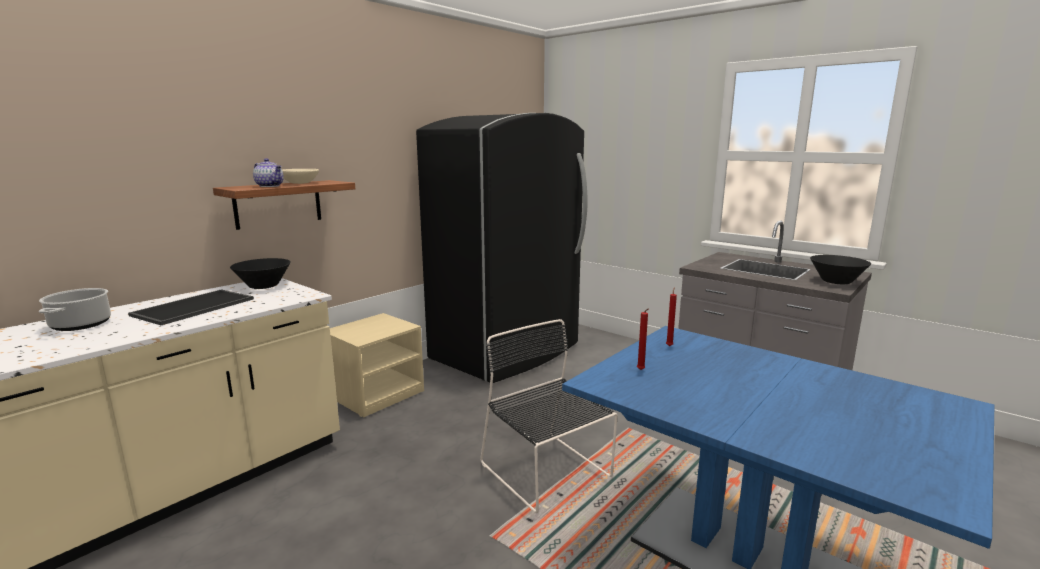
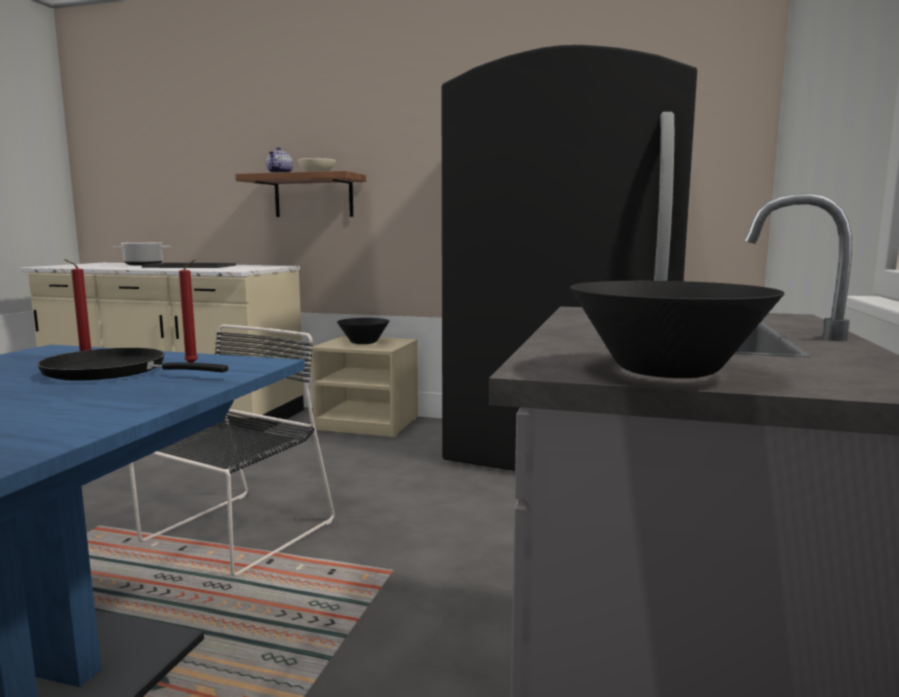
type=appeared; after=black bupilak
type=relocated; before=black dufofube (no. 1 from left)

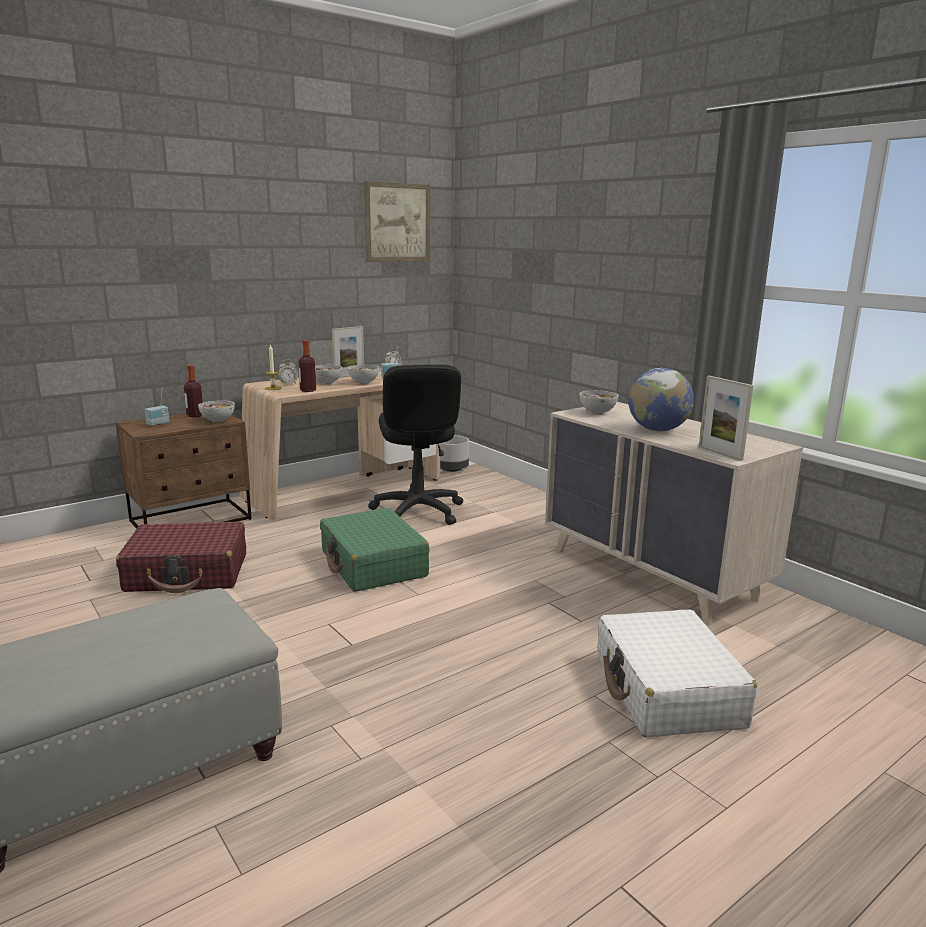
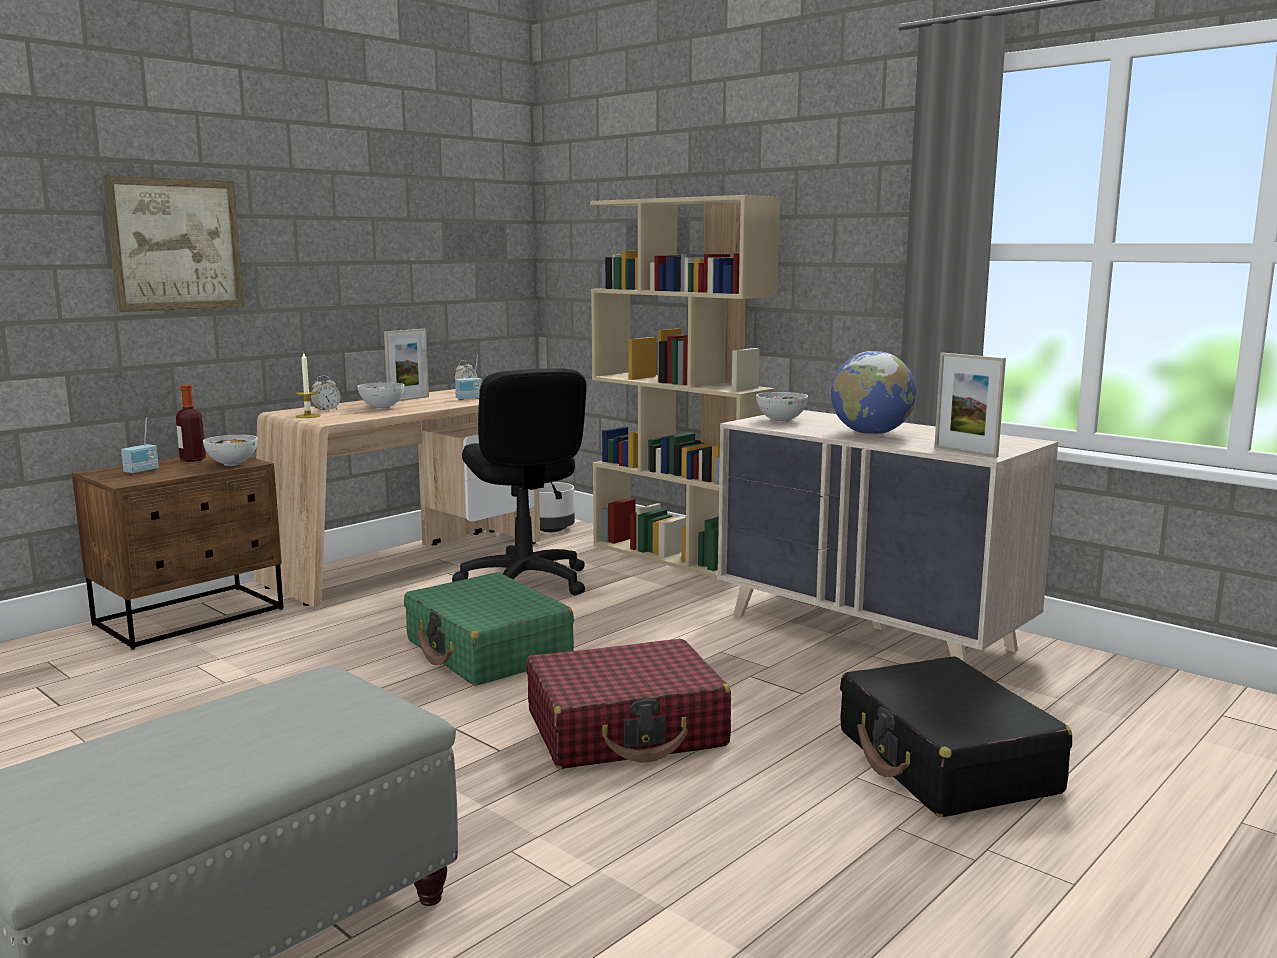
type=missing; before=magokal (no. 2 from left)
type=missing; before=dufofube (no. 3 from left)
type=appeared; after=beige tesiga
type=relocated; before=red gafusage
type=relocated; before=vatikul
type=colour; before=white gafusage; after=black gafusage

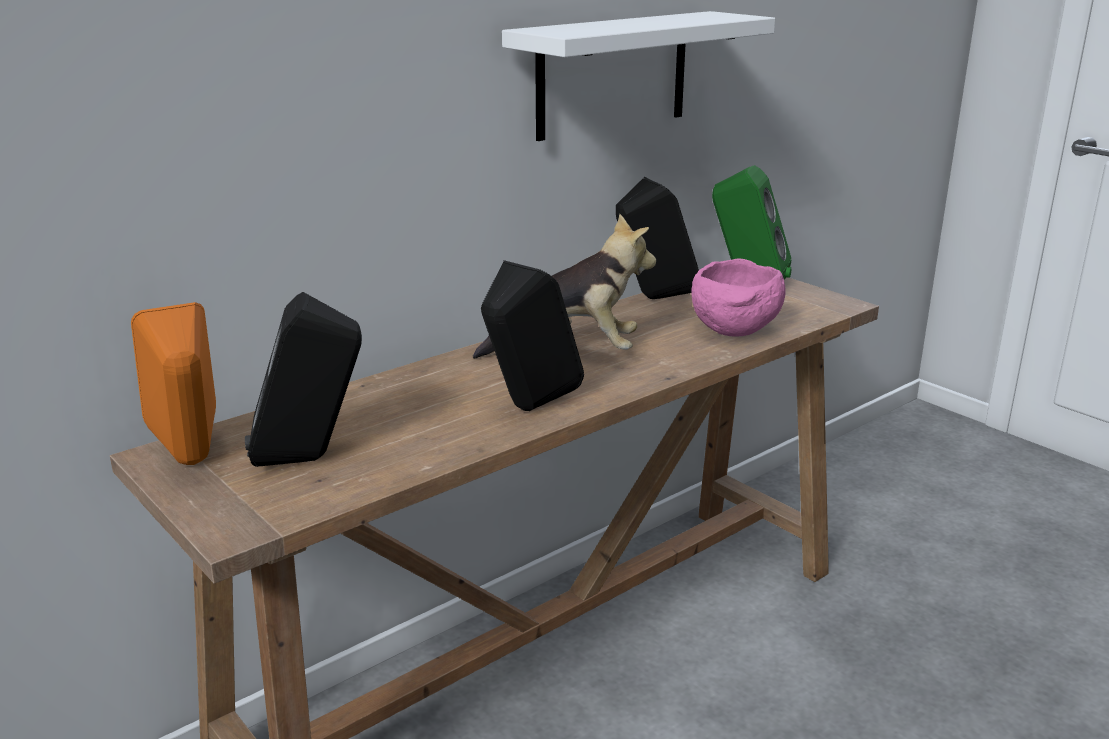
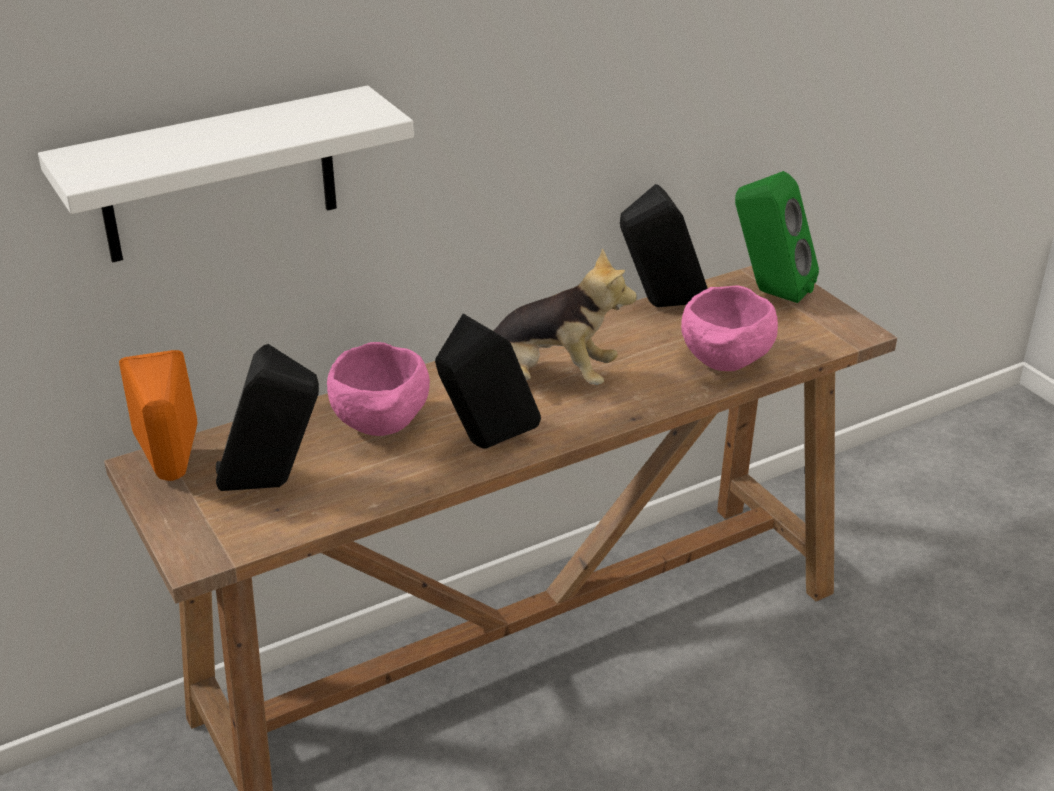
type=appeared; after=pink dufofube (no. 1 from left)
type=relocated; before=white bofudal

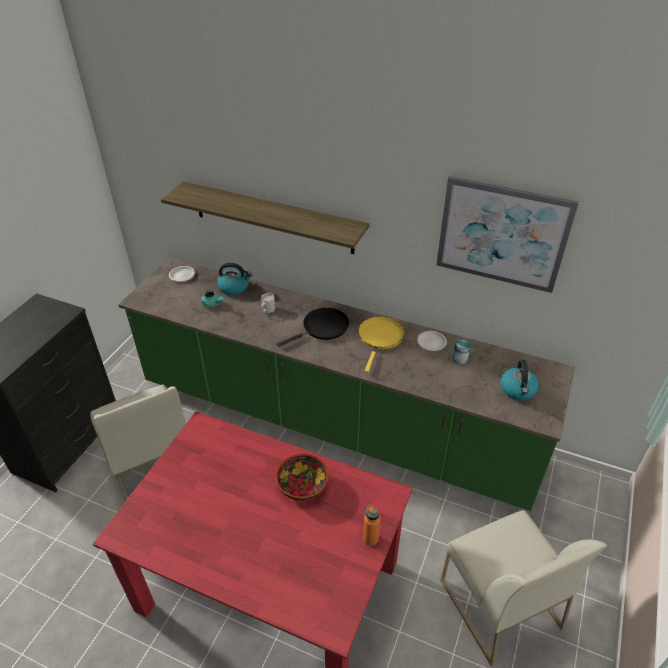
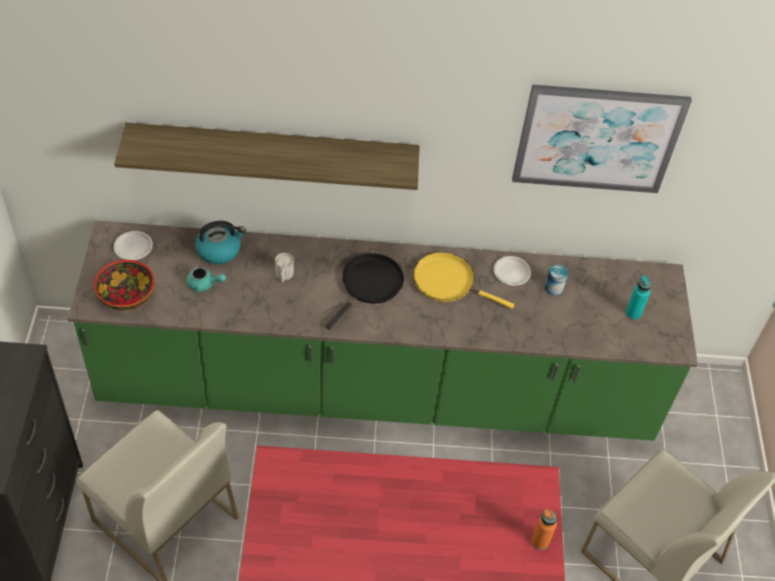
type=relocated; before=dufofube
type=exchanged; before=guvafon (no. 2 from left); after=turquoise magokal
type=spun; before=yellow bupilak; turn=-60

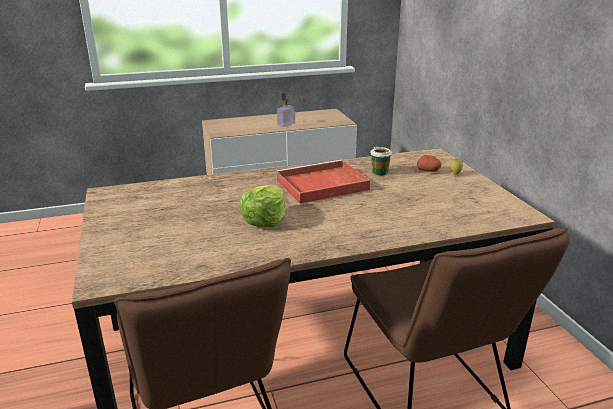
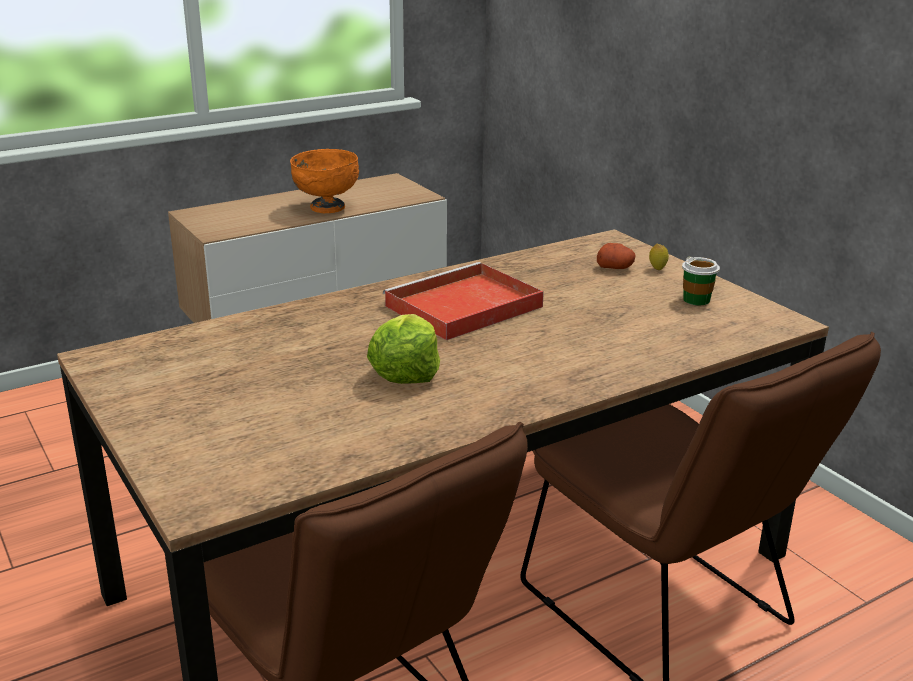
type=relocated; before=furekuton
type=exchanged; before=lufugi; after=orange dufofube

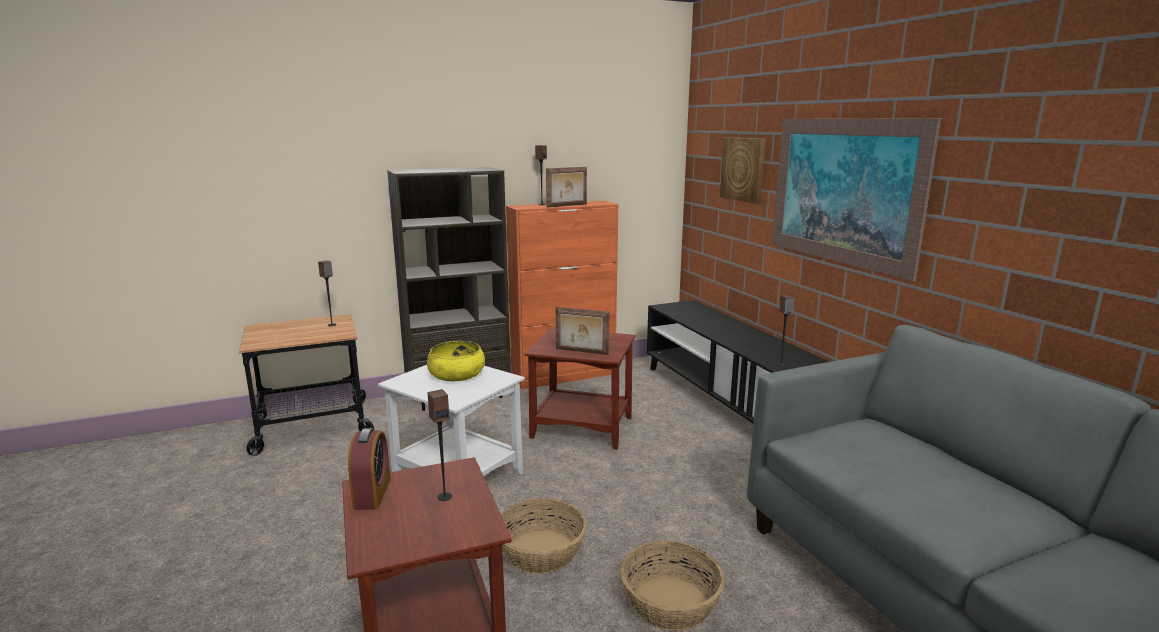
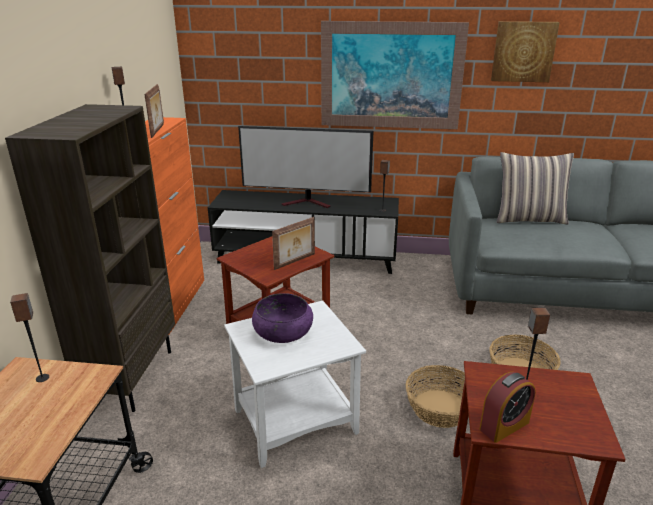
type=appeared; after=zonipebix
type=appeared; after=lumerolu
type=relocated; before=vatikul (no. 1 from left in the first image); after=vatikul (no. 2 from left)
type=colour; before=yellow dufofube; after=purple dufofube
type=spun; before=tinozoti; turn=120

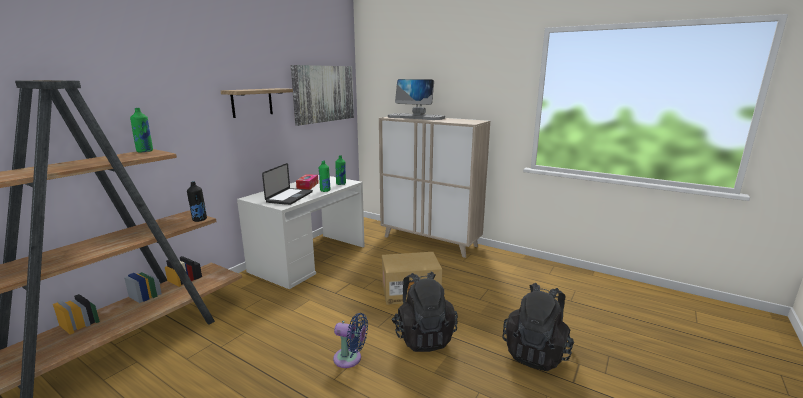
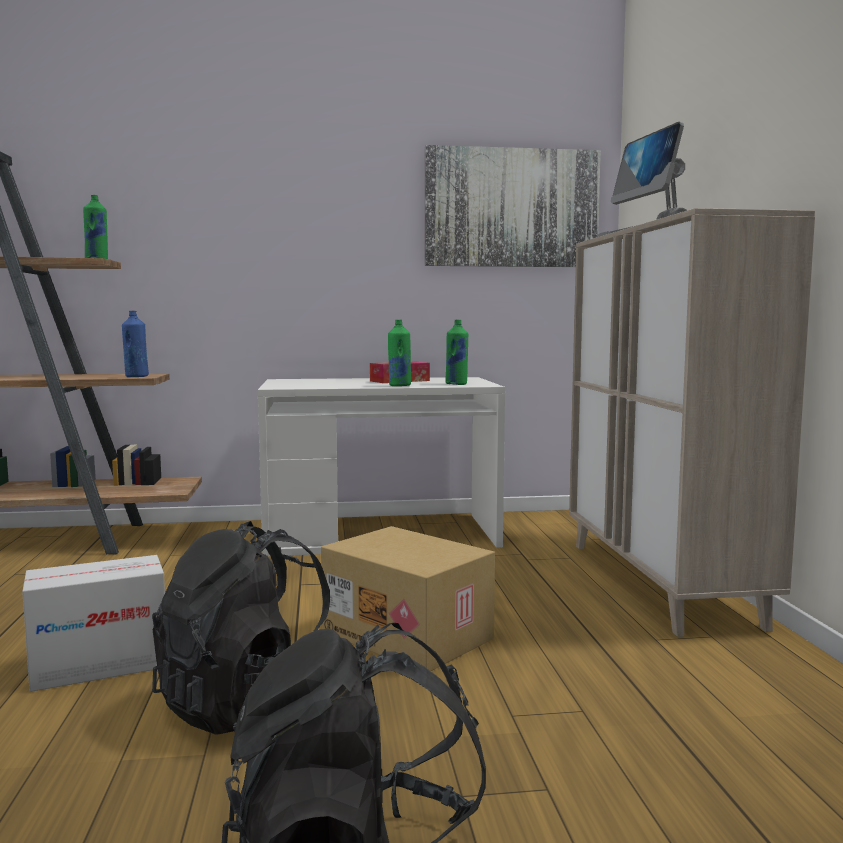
type=missing; before=bofudal
type=missing; before=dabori
type=exchanged; before=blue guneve; after=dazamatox (no. 1 from left)
type=colour; before=black magokal; after=blue magokal

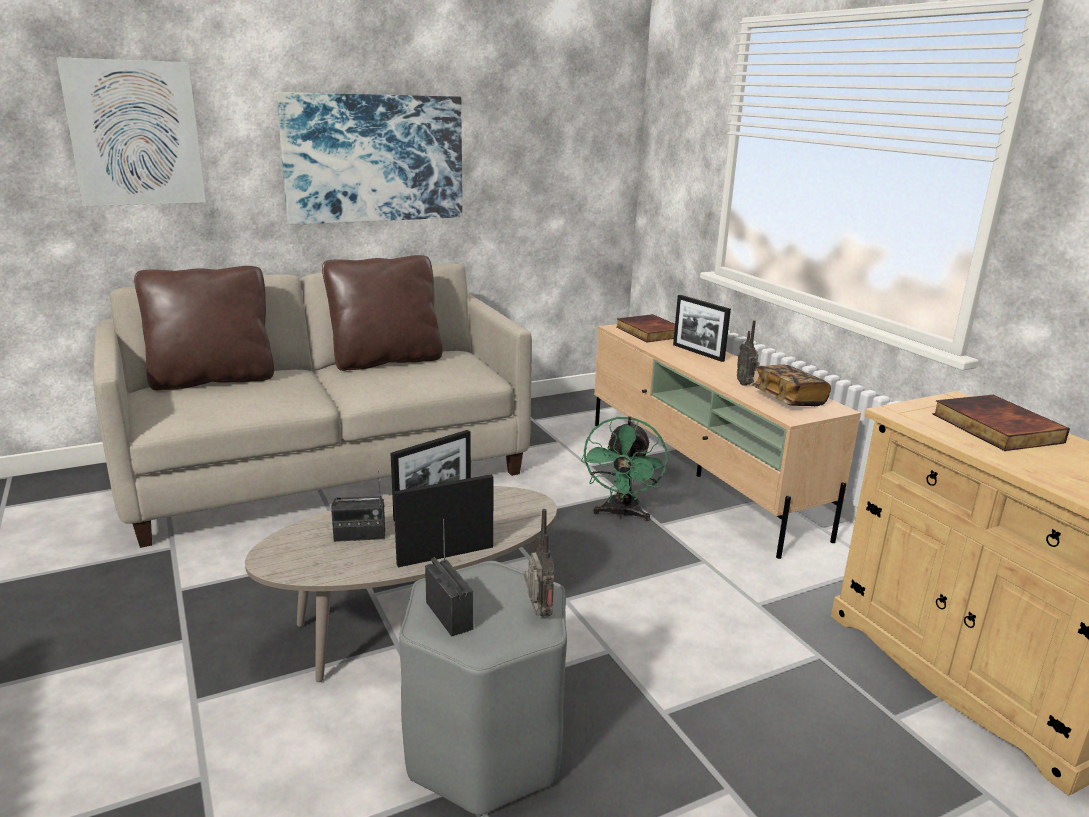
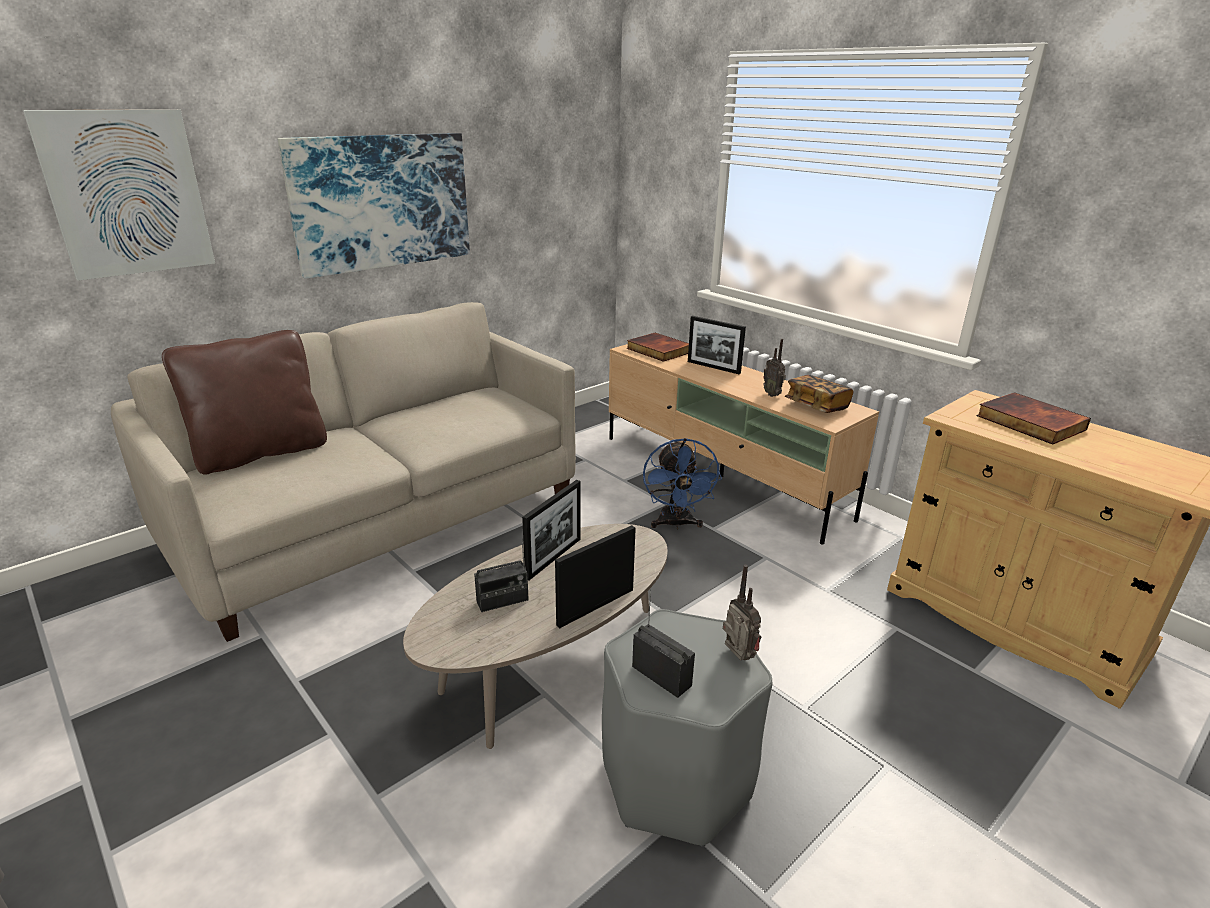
type=missing; before=brown lumerolu (no. 2 from left)
type=colour; before=green guneve; after=blue guneve

